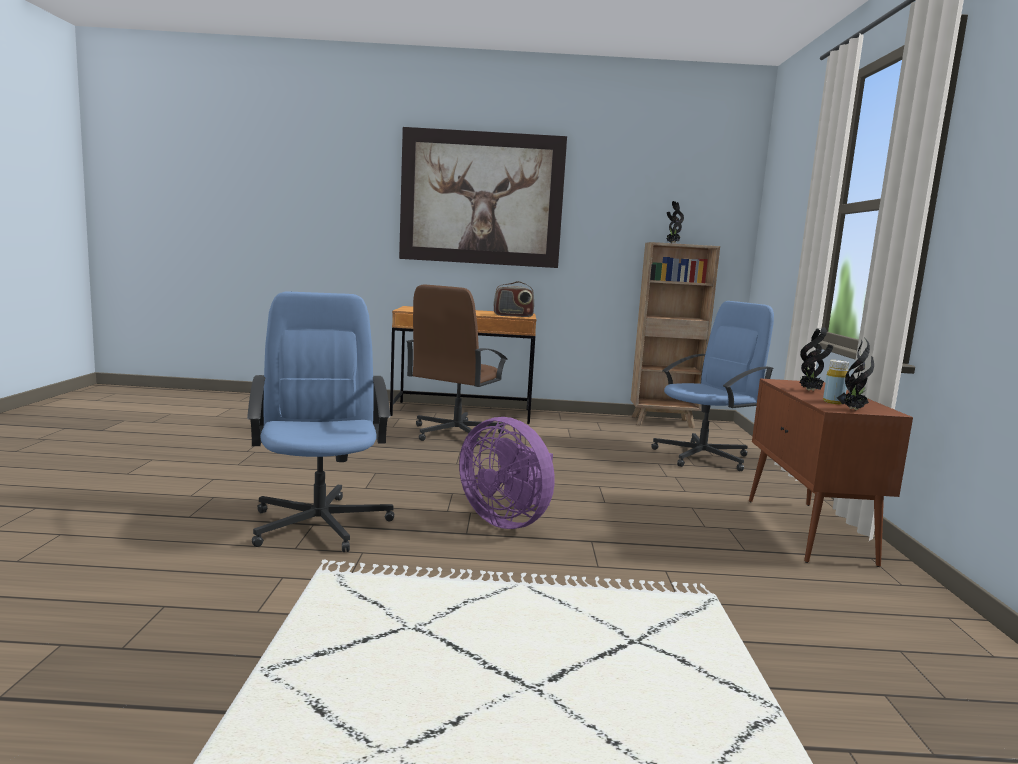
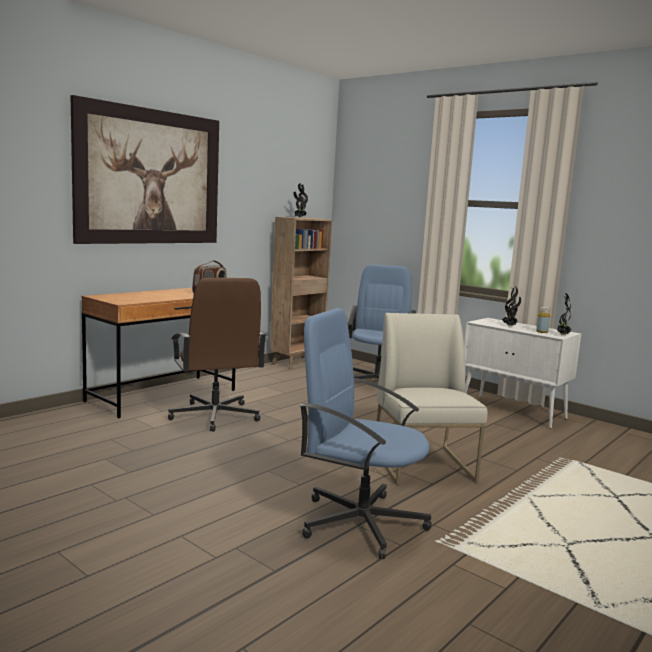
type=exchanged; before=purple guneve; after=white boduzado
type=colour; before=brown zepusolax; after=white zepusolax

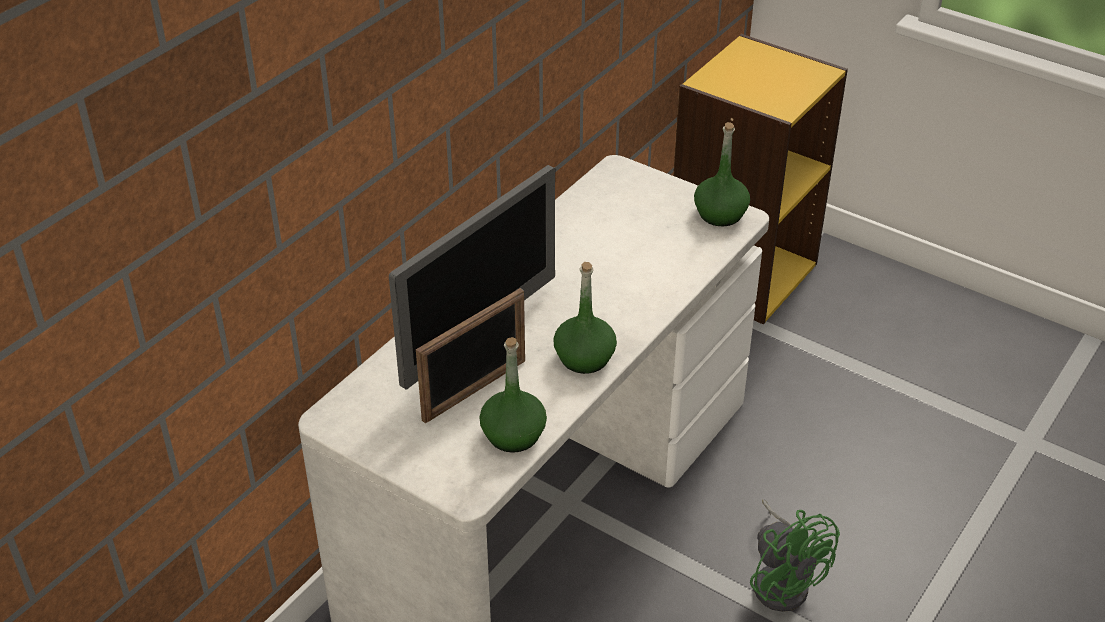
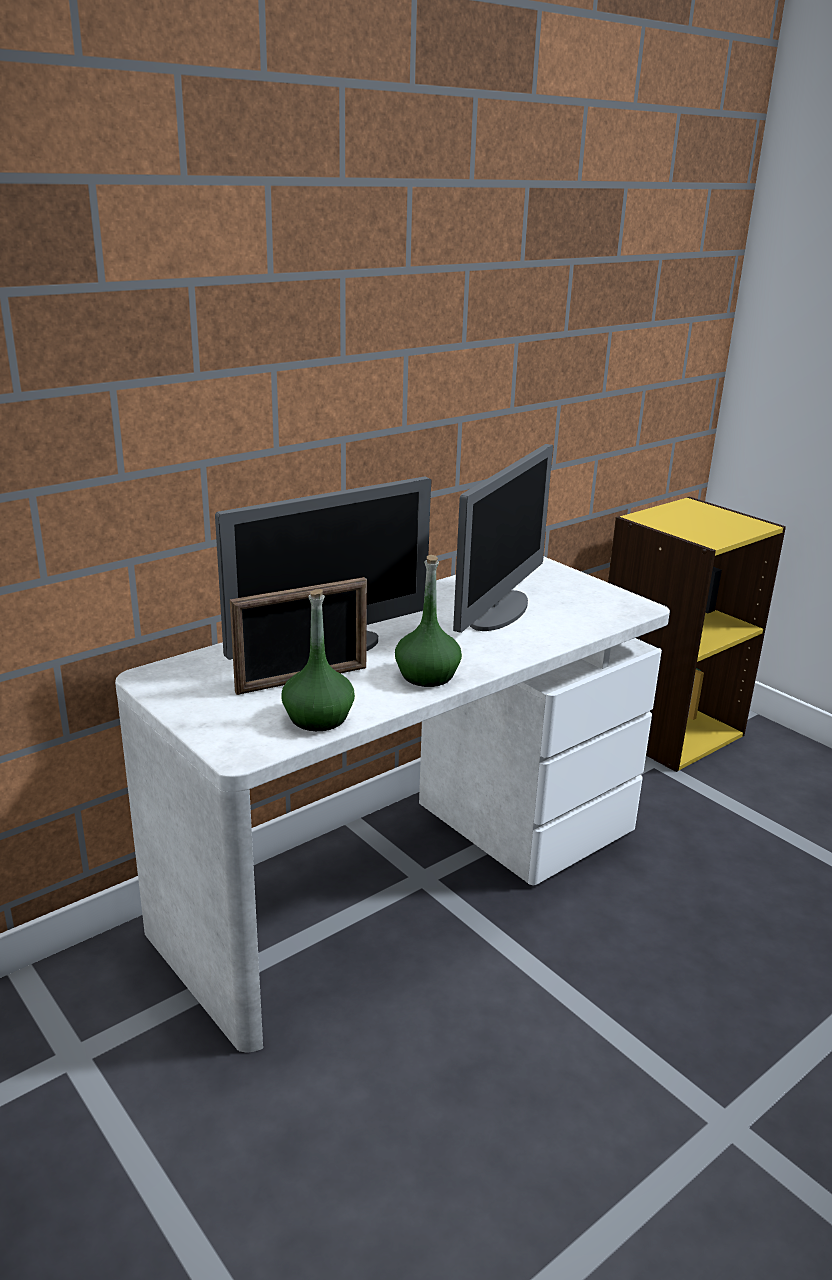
type=missing; before=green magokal (no. 3 from left)
type=missing; before=green guneve
type=appeared; after=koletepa (no. 2 from left)

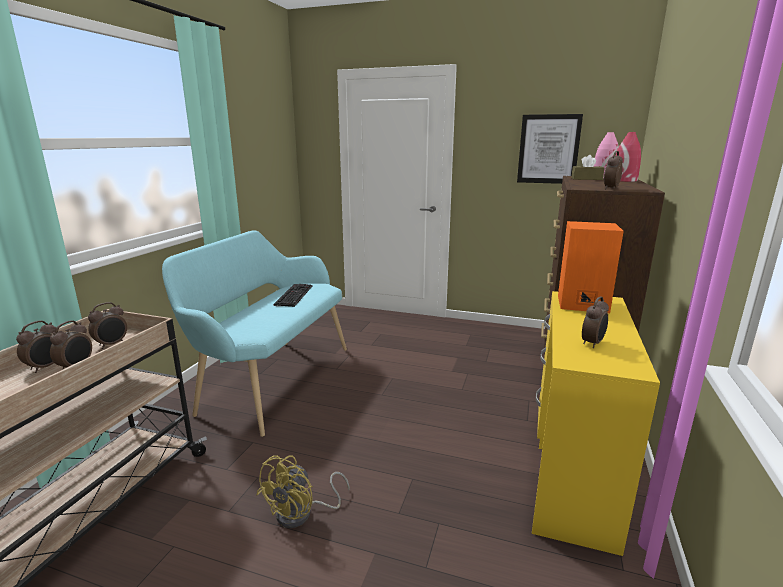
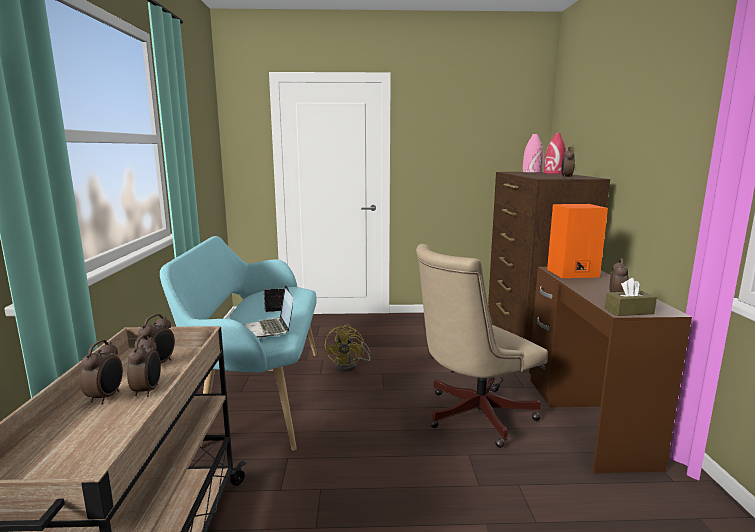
type=missing; before=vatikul
type=appeared; after=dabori
type=appeared; after=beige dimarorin
type=relocated; before=yellow guneve
type=relocated; before=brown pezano
type=colour; before=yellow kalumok; after=brown kalumok

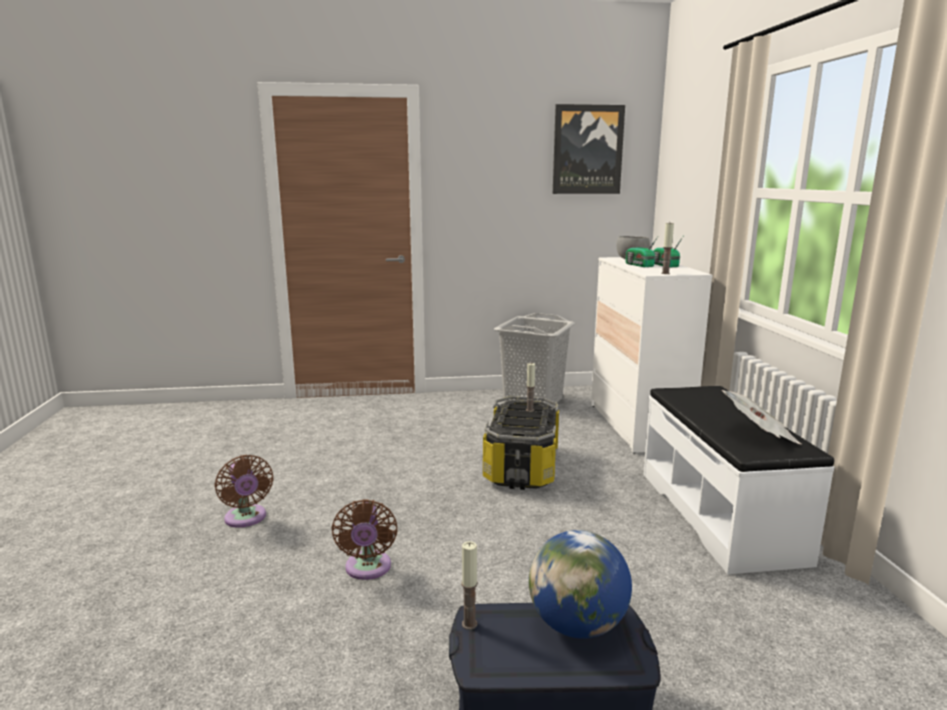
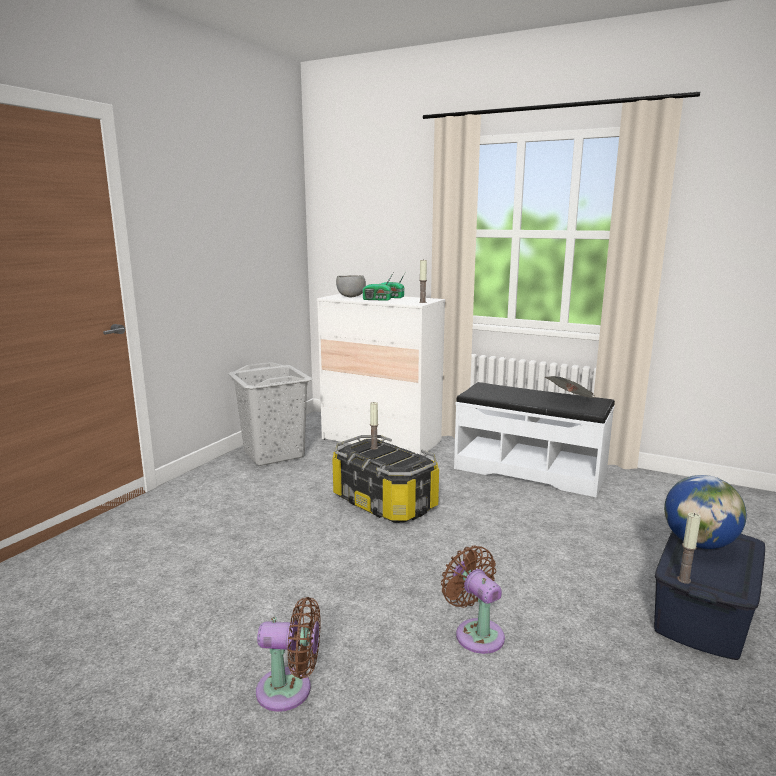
type=missing; before=vatikul
type=spun; before=brown guneve (no. 2 from left); turn=-150

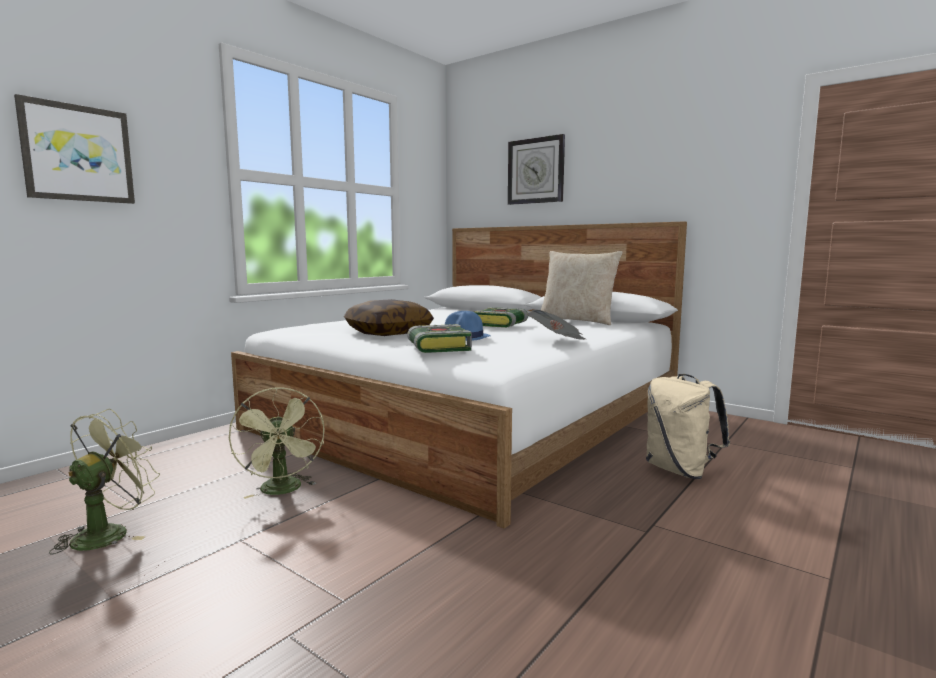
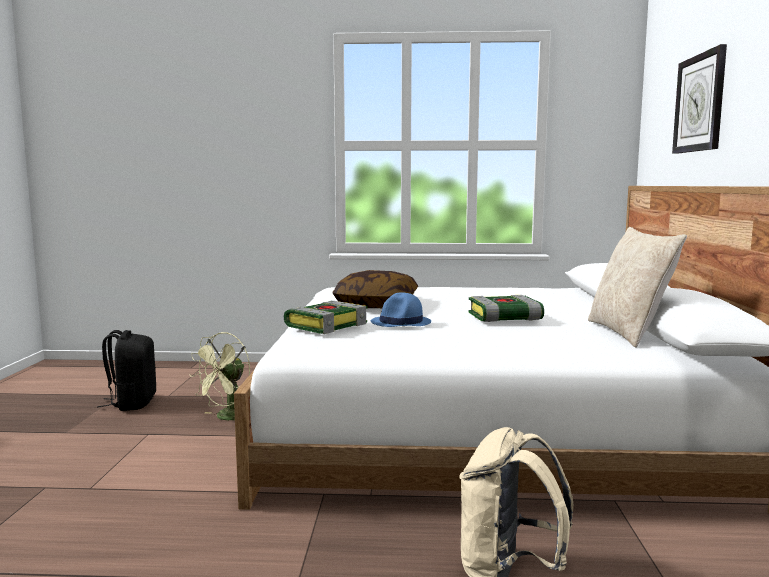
type=missing; before=vatikul
type=missing; before=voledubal
type=exchanged; before=green guneve (no. 1 from left); after=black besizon

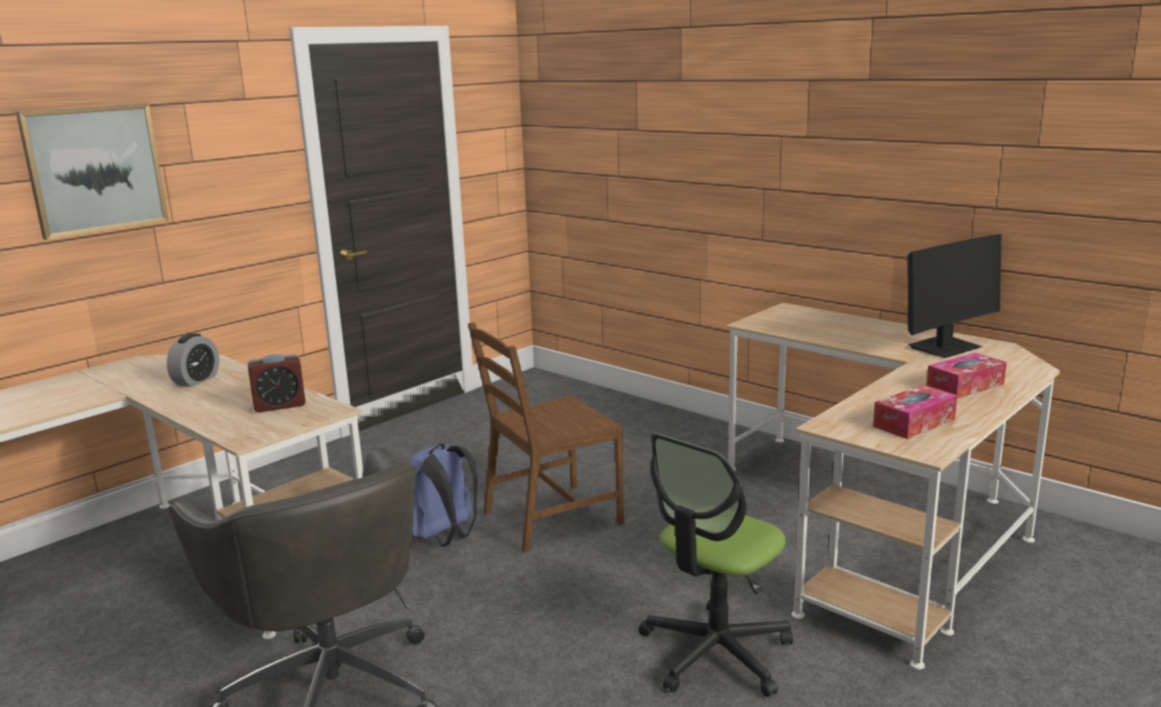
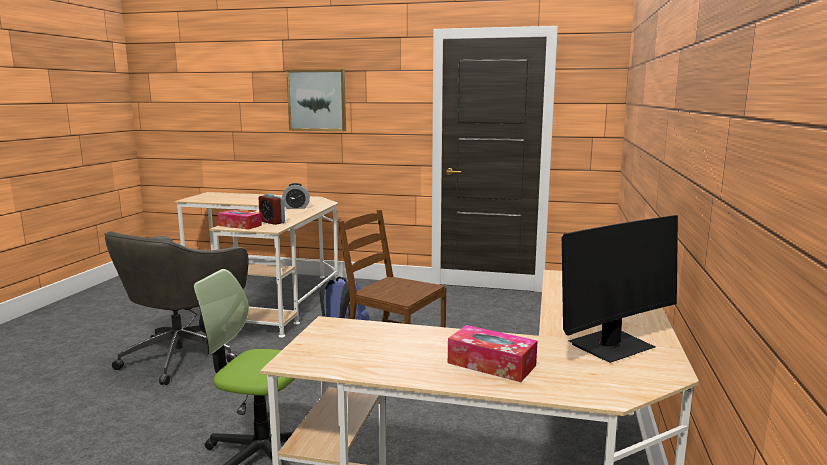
type=relocated; before=pezano (no. 1 from left)
type=spun; before=koletepa; turn=-60

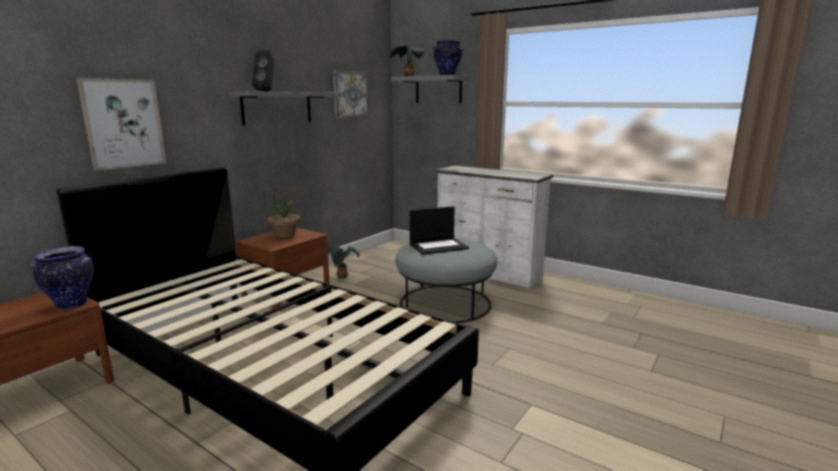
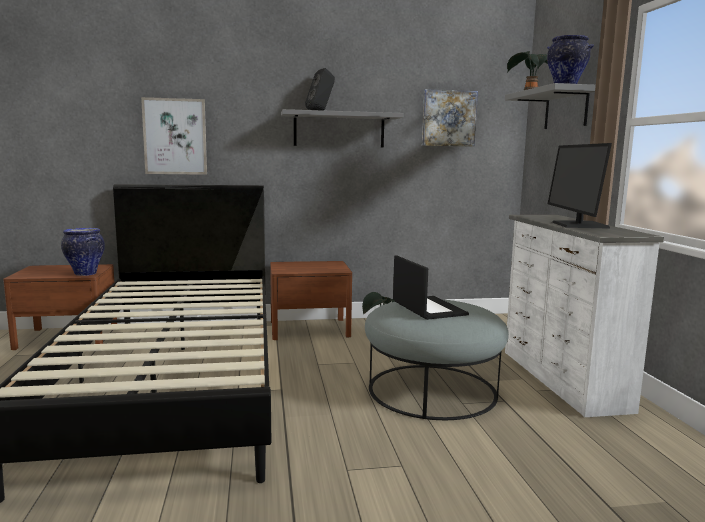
type=missing; before=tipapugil (no. 1 from left)
type=appeared; after=koletepa
type=spun; before=dabori; turn=-135

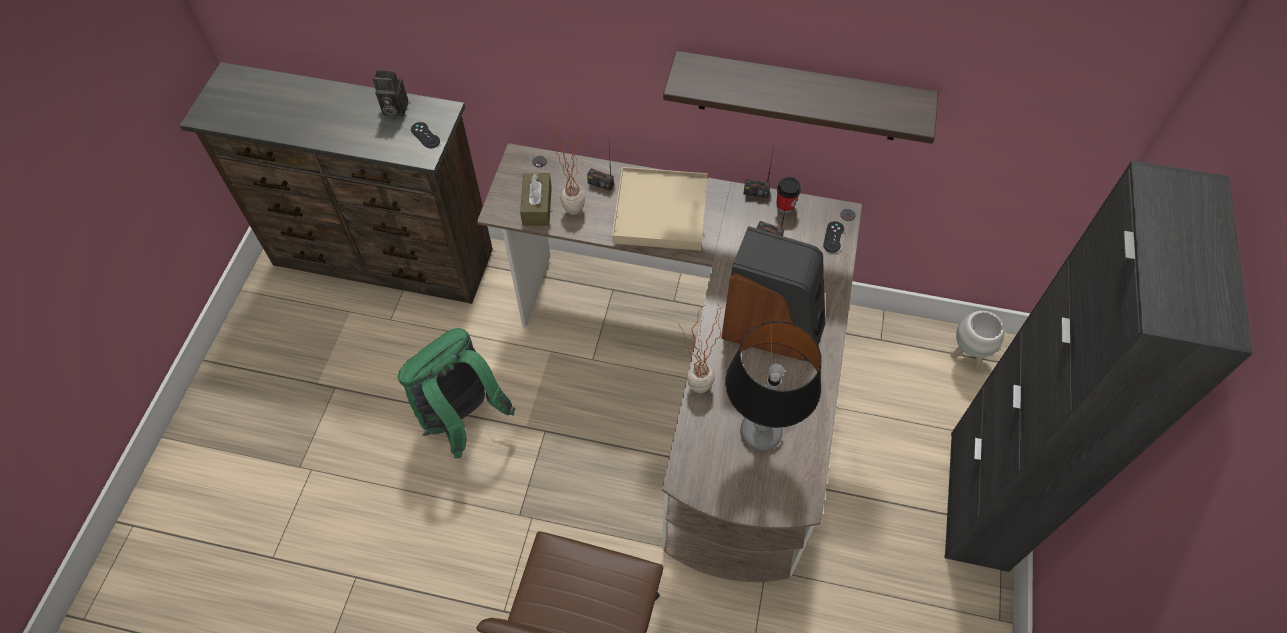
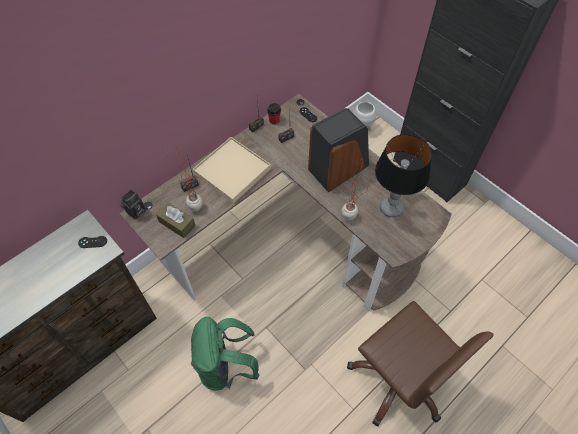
type=missing; before=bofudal
type=relocated; before=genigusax

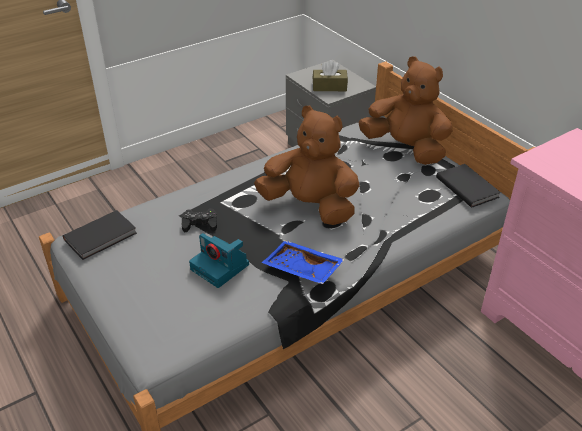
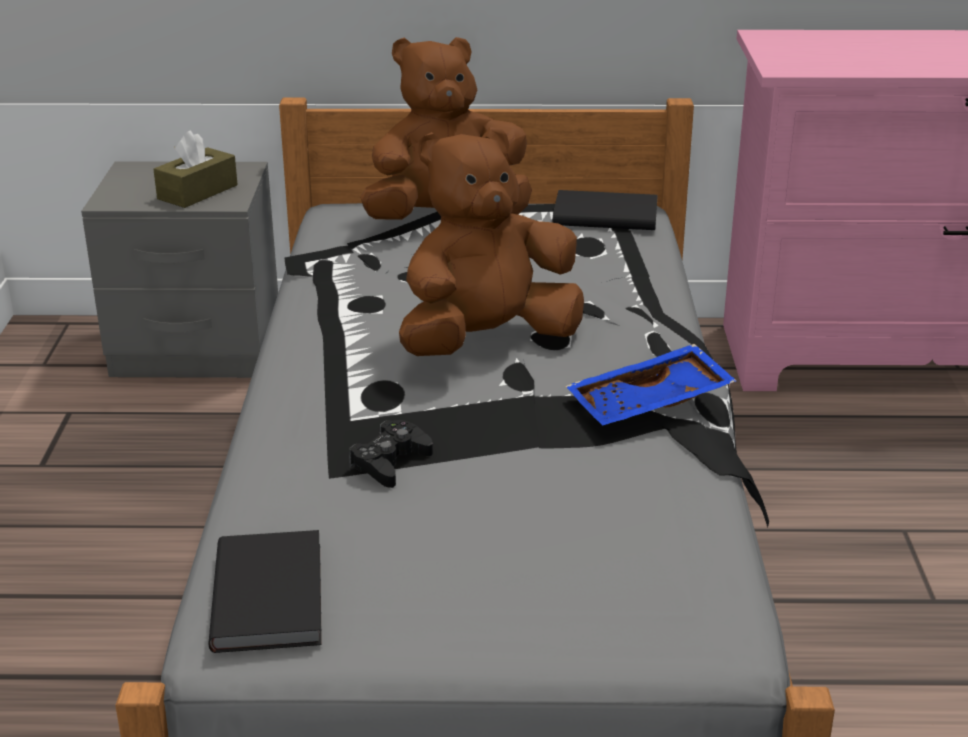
type=missing; before=genigusax

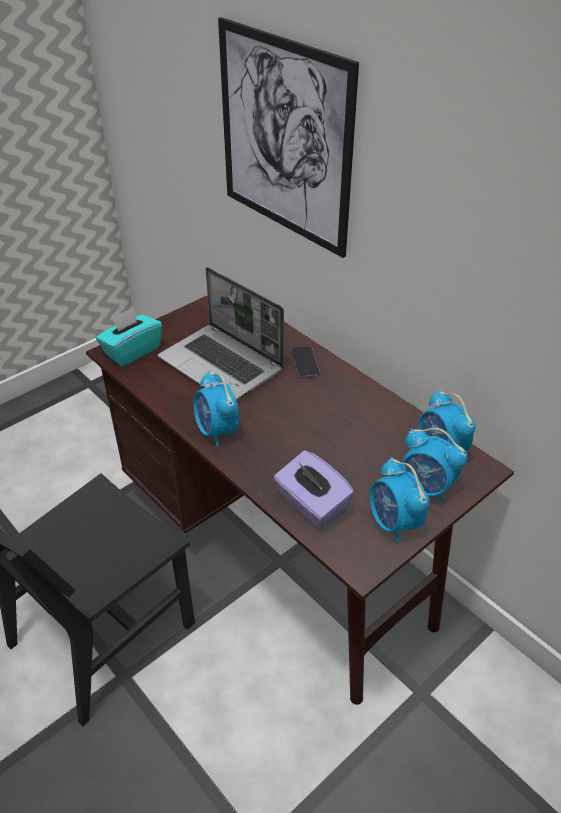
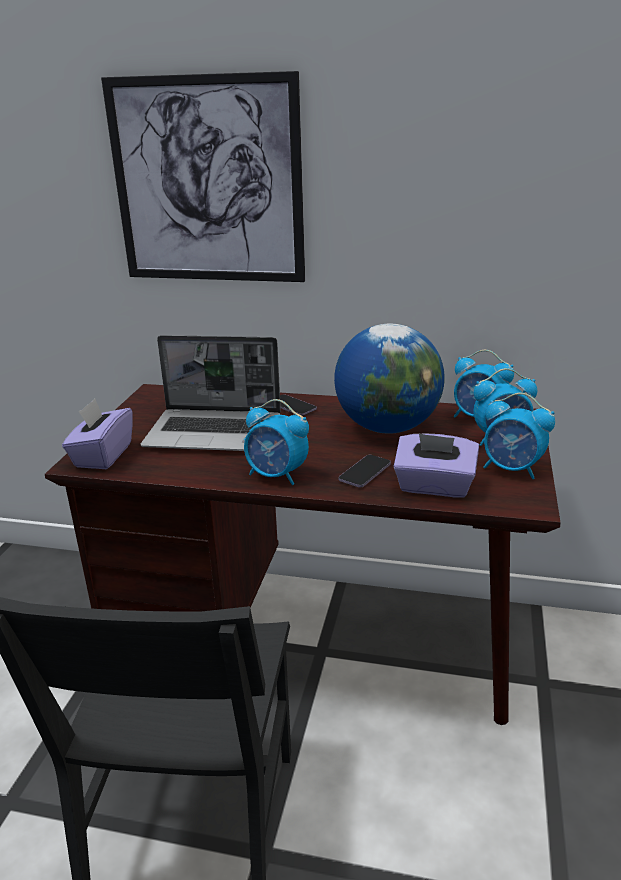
type=appeared; after=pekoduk
type=appeared; after=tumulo (no. 2 from left)
type=colour; before=turquoise pezano; after=purple pezano (no. 1 from left)

